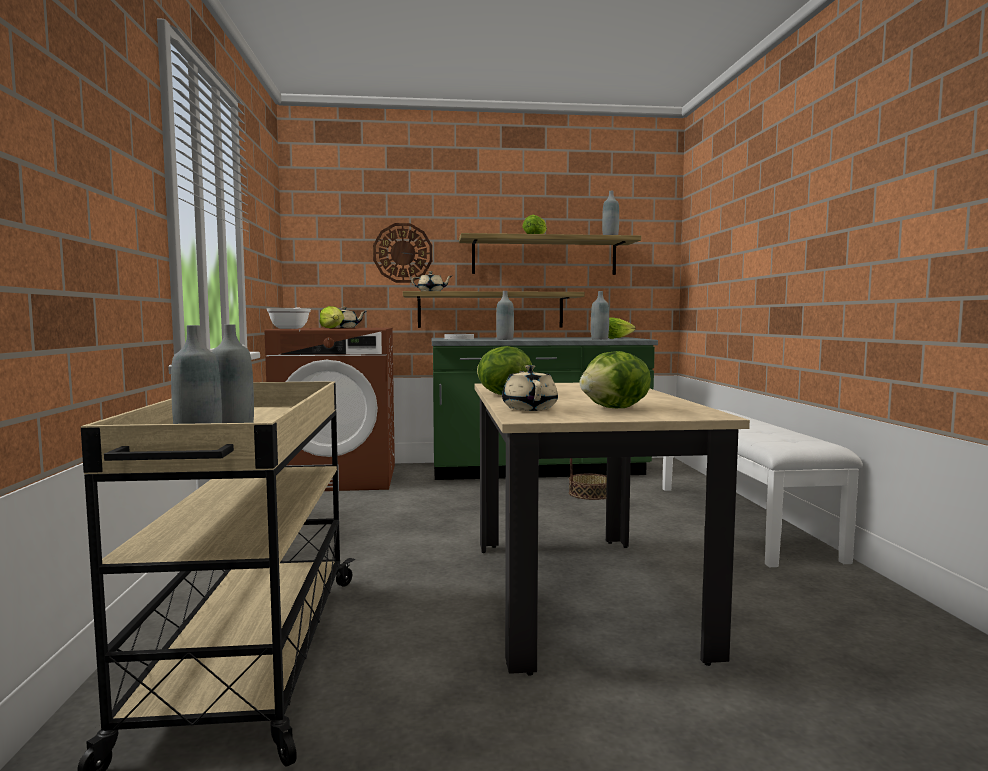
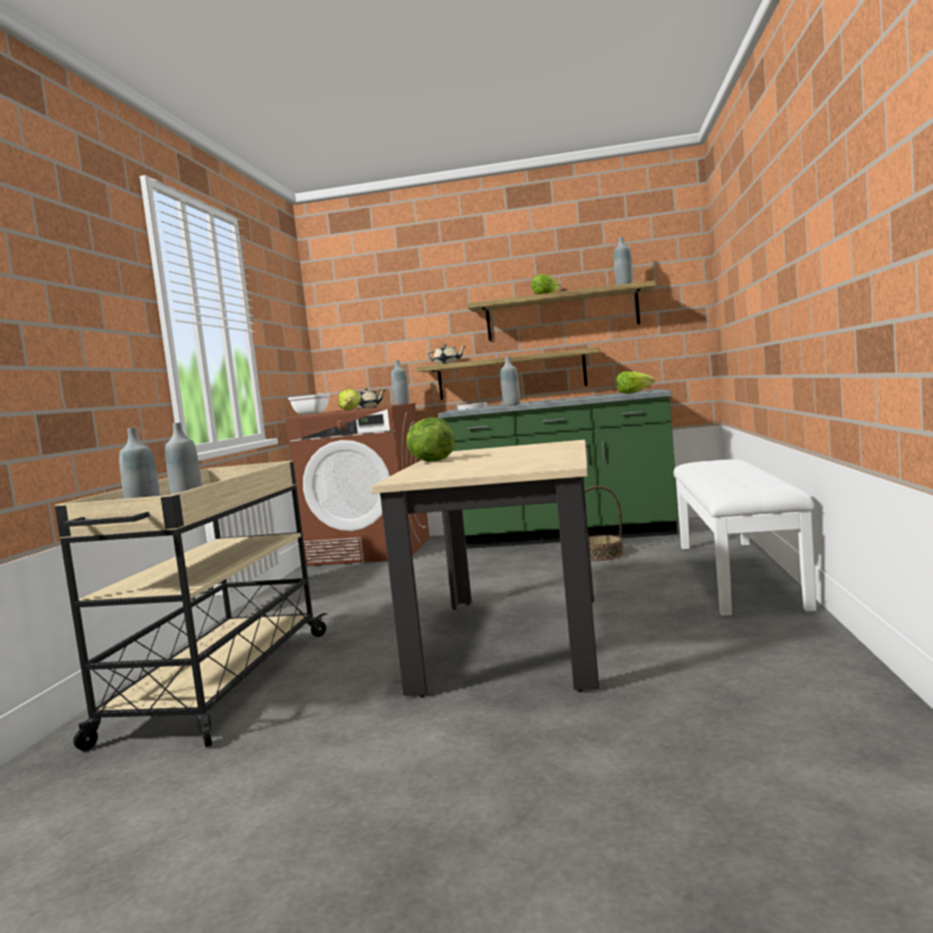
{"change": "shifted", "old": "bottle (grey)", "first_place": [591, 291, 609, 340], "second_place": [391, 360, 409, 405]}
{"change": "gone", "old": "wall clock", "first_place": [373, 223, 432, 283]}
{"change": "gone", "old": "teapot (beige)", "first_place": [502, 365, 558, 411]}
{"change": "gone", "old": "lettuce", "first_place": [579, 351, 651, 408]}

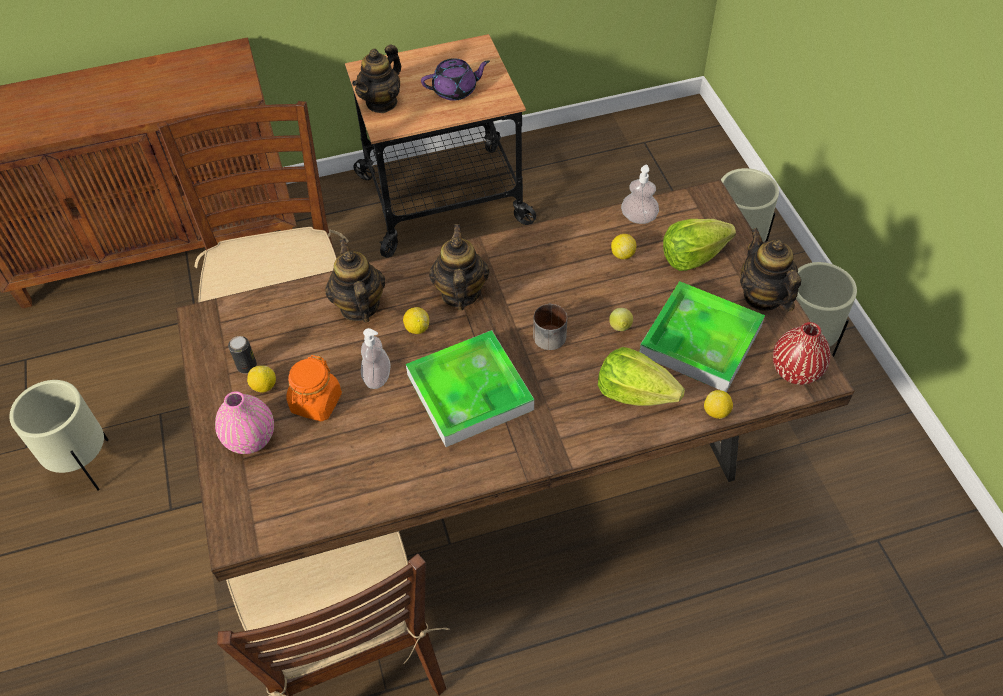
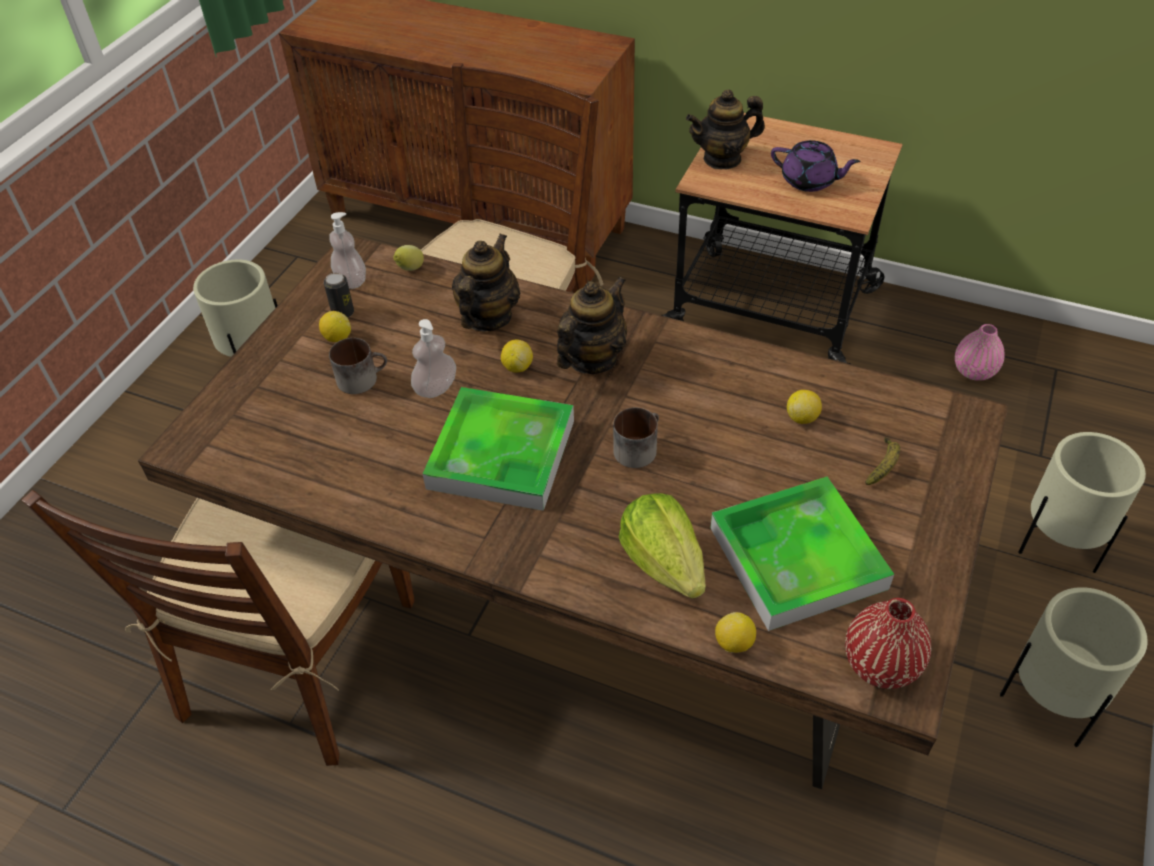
{"change": "shifted", "old": "soap dispenser", "first_place": [621, 165, 659, 224], "second_place": [329, 212, 366, 289]}
{"change": "swapped", "old": "jar (orange)", "new": "mug", "first_place": [286, 355, 342, 421], "second_place": [329, 338, 387, 394]}
{"change": "shifted", "old": "lemon", "first_place": [609, 308, 633, 331], "second_place": [393, 245, 424, 271]}
{"change": "swapped", "old": "lettuce", "new": "banana", "first_place": [663, 219, 736, 271], "second_place": [865, 437, 900, 485]}
{"change": "shifted", "old": "vase (pink)", "first_place": [215, 391, 274, 454], "second_place": [955, 324, 1005, 381]}
{"change": "gone", "old": "teapot", "first_place": [740, 228, 801, 311]}

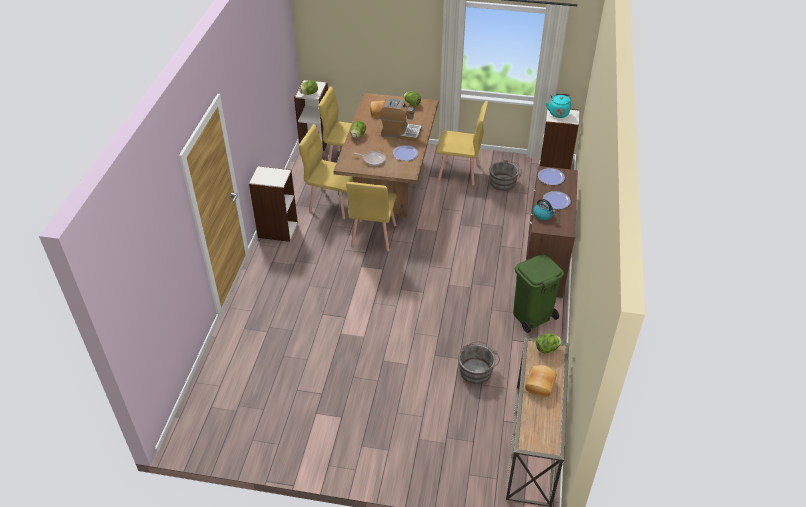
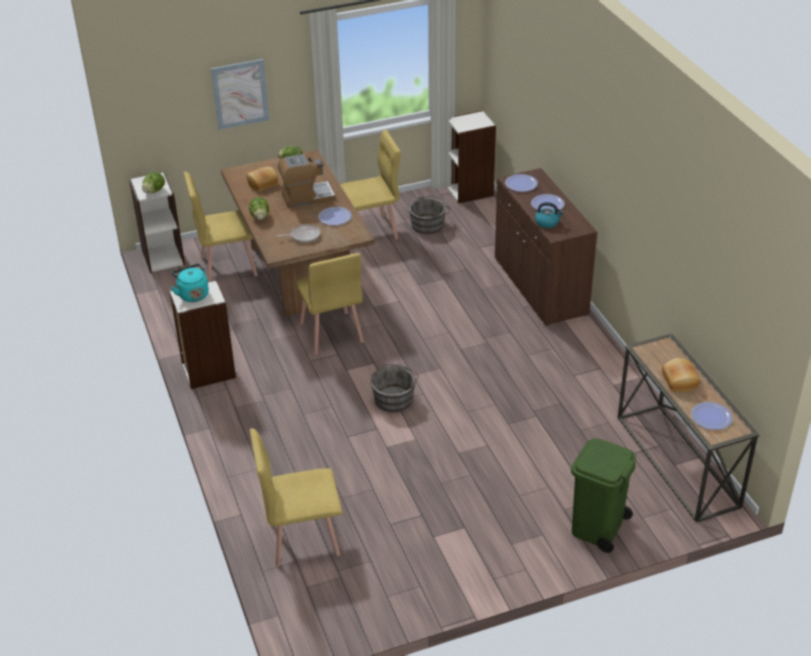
{"change": "shifted", "old": "kettle (turquoise)", "first_place": [546, 94, 571, 118], "second_place": [171, 264, 209, 302]}
{"change": "new", "new": "picture", "second_place": [211, 59, 269, 130]}
{"change": "shifted", "old": "chair (yellow)", "first_place": [298, 124, 353, 219], "second_place": [250, 428, 343, 567]}
{"change": "shifted", "old": "bucket (grey)", "first_place": [458, 342, 500, 384], "second_place": [371, 364, 418, 412]}
{"change": "shifted", "old": "trash can (green)", "first_place": [513, 255, 564, 333], "second_place": [571, 438, 636, 553]}
{"change": "new", "new": "plate", "second_place": [691, 402, 733, 430]}
{"change": "gone", "old": "lettuce", "first_place": [536, 333, 562, 353]}

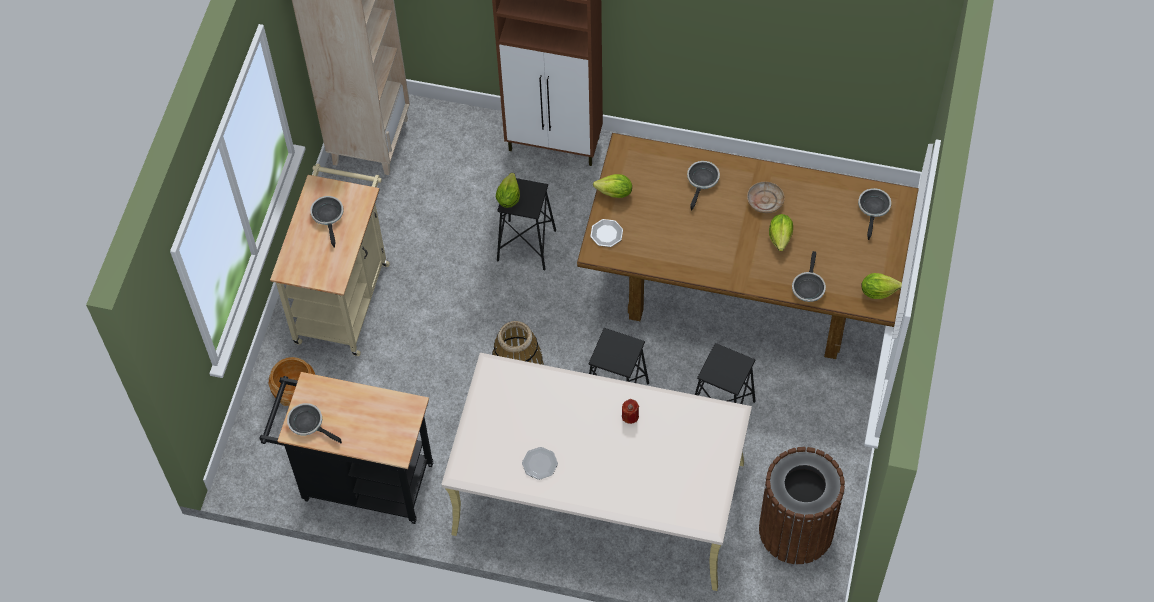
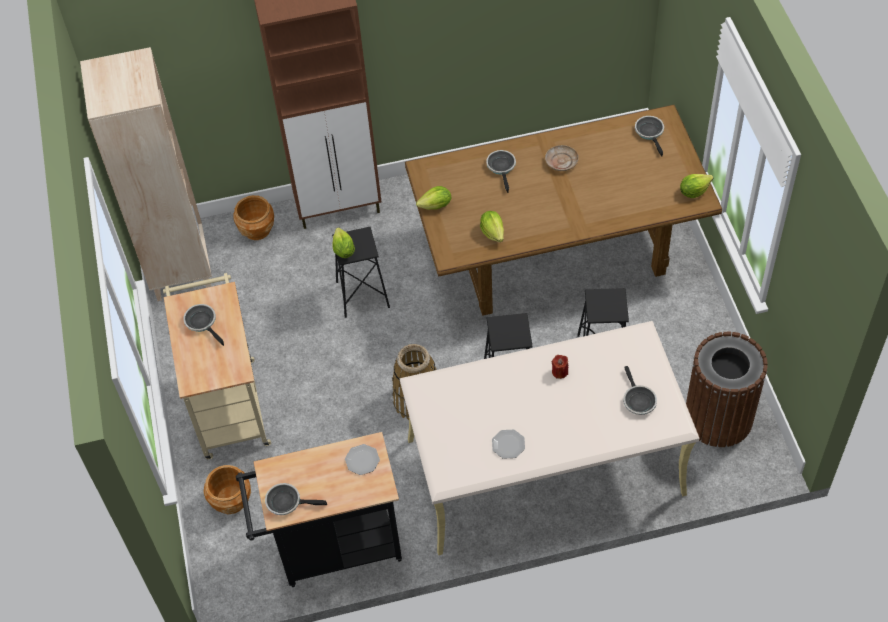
{"change": "new", "new": "planter (brown)", "second_place": [233, 195, 274, 240]}
{"change": "shifted", "old": "plate", "first_place": [590, 219, 623, 247], "second_place": [345, 444, 380, 475]}
{"change": "shifted", "old": "lettuce", "first_place": [769, 214, 793, 251], "second_place": [480, 211, 504, 242]}
{"change": "shifted", "old": "frying pan", "first_place": [792, 251, 826, 302], "second_place": [623, 366, 657, 415]}

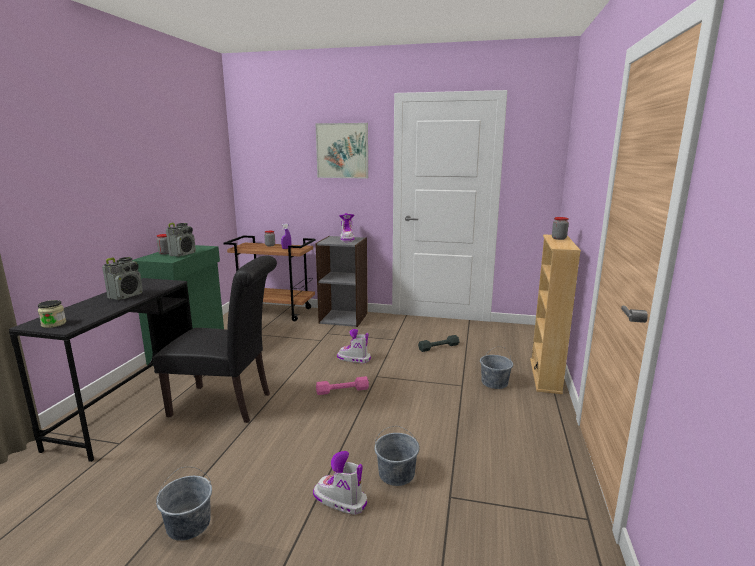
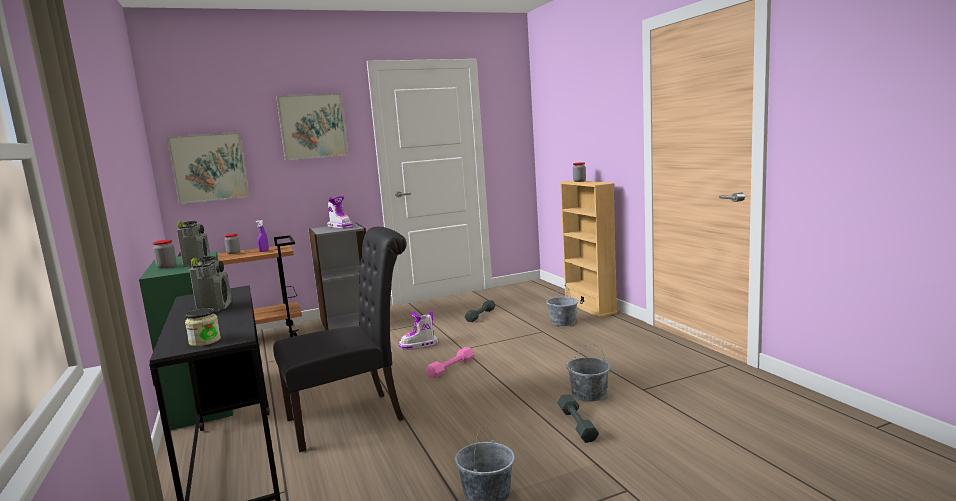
{"change": "new", "new": "picture", "second_place": [167, 132, 250, 204]}
{"change": "swapped", "old": "boot", "new": "dumbbell (grey)", "first_place": [313, 451, 367, 515], "second_place": [558, 394, 599, 443]}

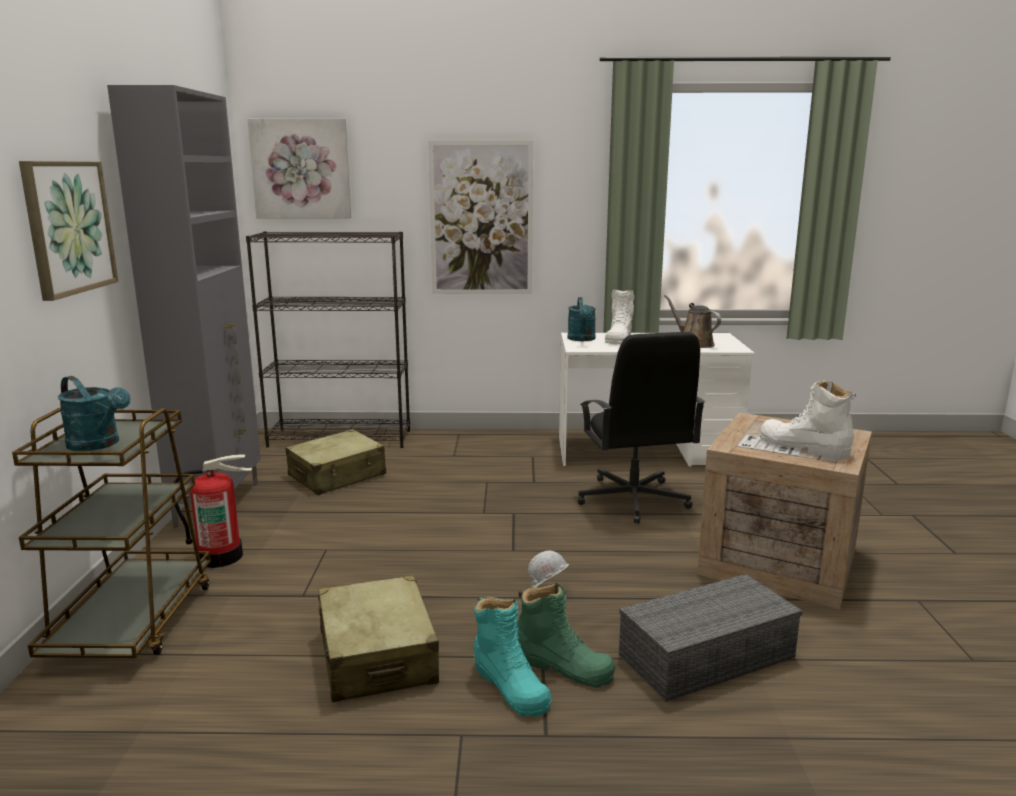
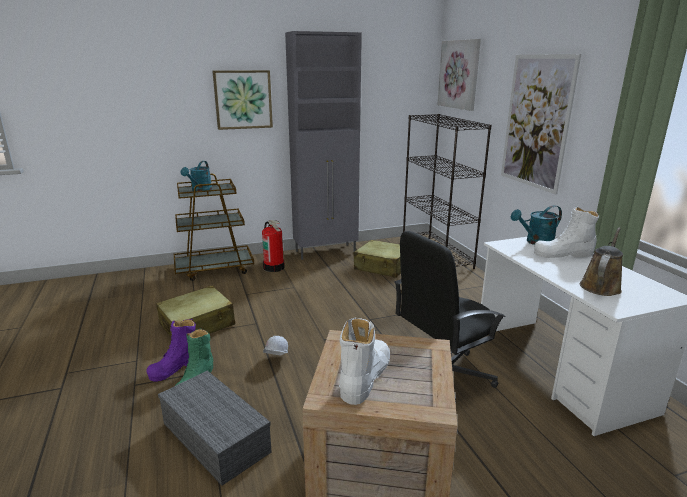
{"change": "repainted", "old": "boot (turquoise)", "new": "boot (purple)", "first_place": [474, 597, 552, 717], "second_place": [147, 319, 196, 382]}

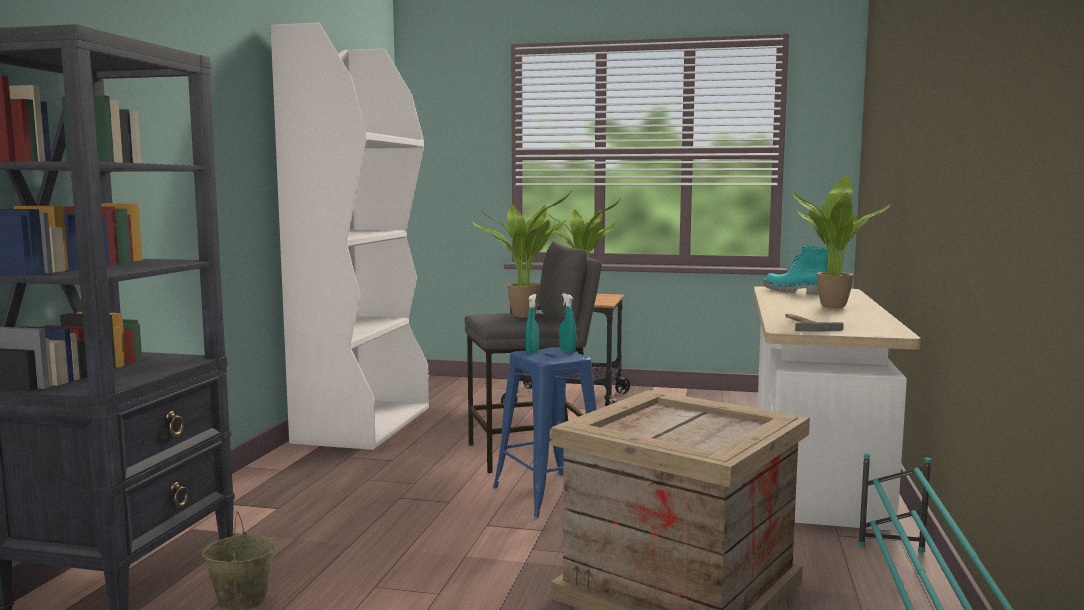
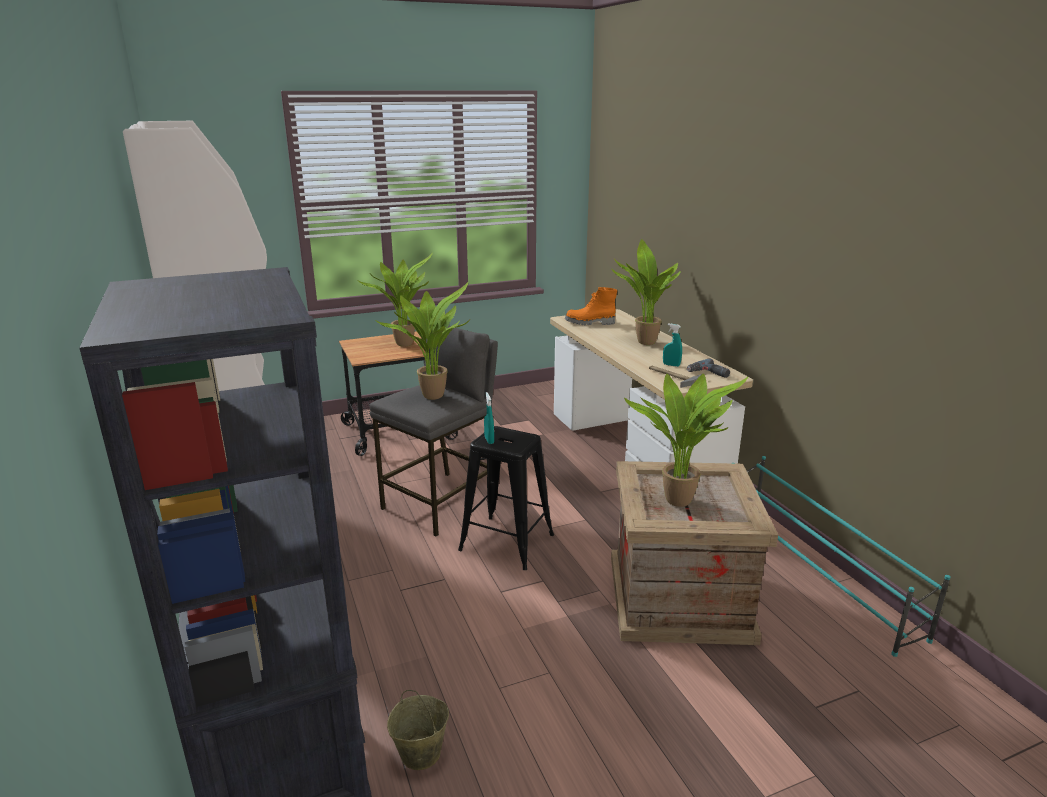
{"change": "repainted", "old": "stool (blue)", "new": "stool (black)", "first_place": [493, 347, 597, 518], "second_place": [458, 426, 554, 570]}
{"change": "repainted", "old": "boot (turquoise)", "new": "boot (orange)", "first_place": [763, 245, 828, 295], "second_place": [565, 287, 617, 325]}
{"change": "new", "new": "potted plant", "second_place": [624, 374, 748, 507]}
{"change": "shifted", "old": "spray bottle (turquoise)", "first_place": [559, 294, 576, 353], "second_place": [663, 323, 682, 367]}
{"change": "new", "new": "power drill", "second_place": [687, 358, 730, 378]}

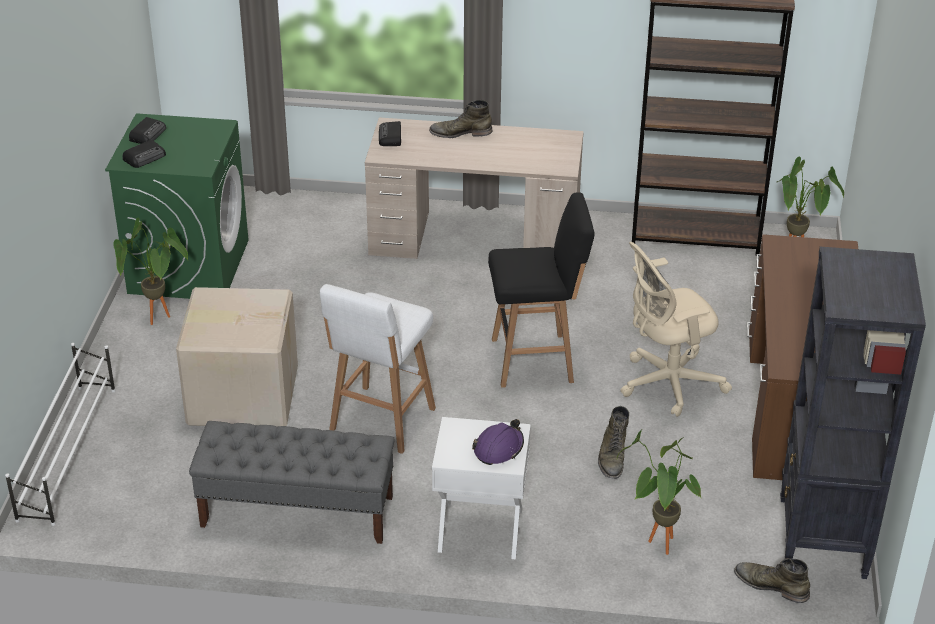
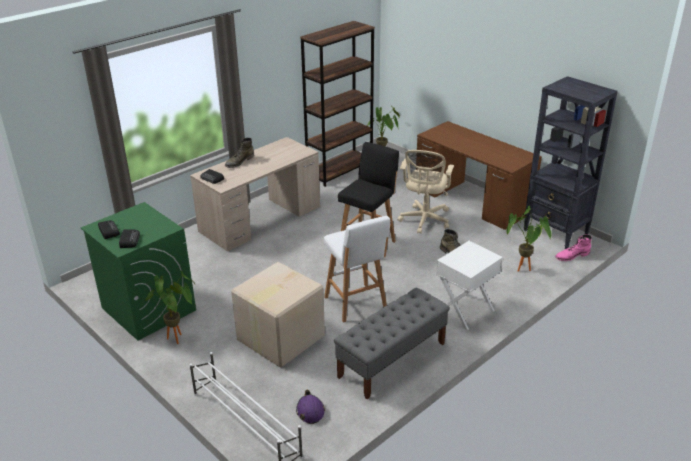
{"change": "shifted", "old": "hard hat (purple)", "first_place": [472, 419, 524, 465], "second_place": [296, 390, 325, 424]}
{"change": "repainted", "old": "boot (green)", "new": "boot (pink)", "first_place": [734, 558, 810, 603], "second_place": [555, 234, 592, 261]}

